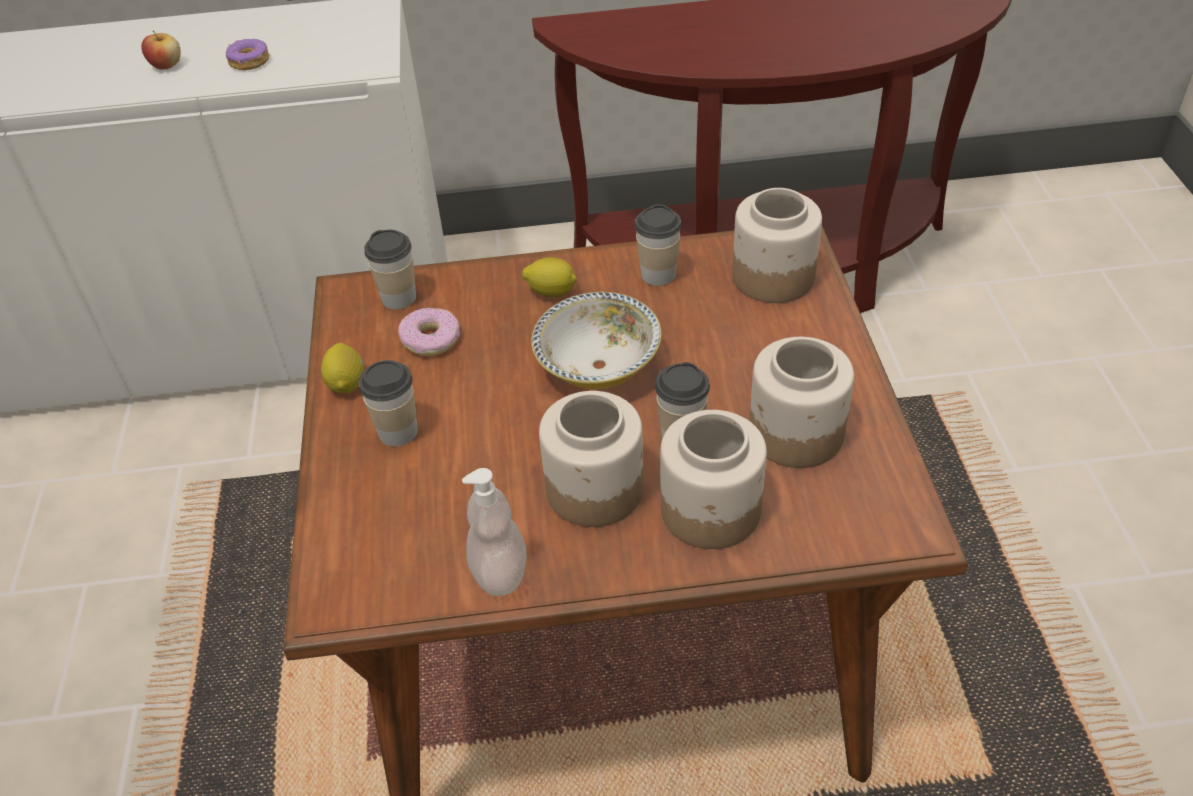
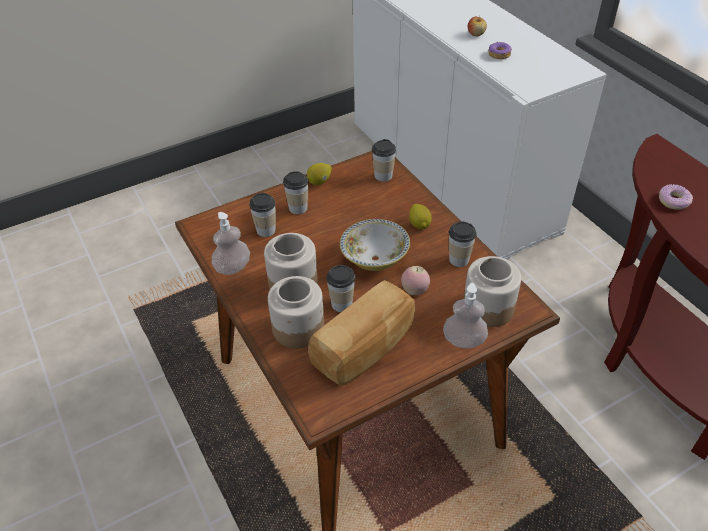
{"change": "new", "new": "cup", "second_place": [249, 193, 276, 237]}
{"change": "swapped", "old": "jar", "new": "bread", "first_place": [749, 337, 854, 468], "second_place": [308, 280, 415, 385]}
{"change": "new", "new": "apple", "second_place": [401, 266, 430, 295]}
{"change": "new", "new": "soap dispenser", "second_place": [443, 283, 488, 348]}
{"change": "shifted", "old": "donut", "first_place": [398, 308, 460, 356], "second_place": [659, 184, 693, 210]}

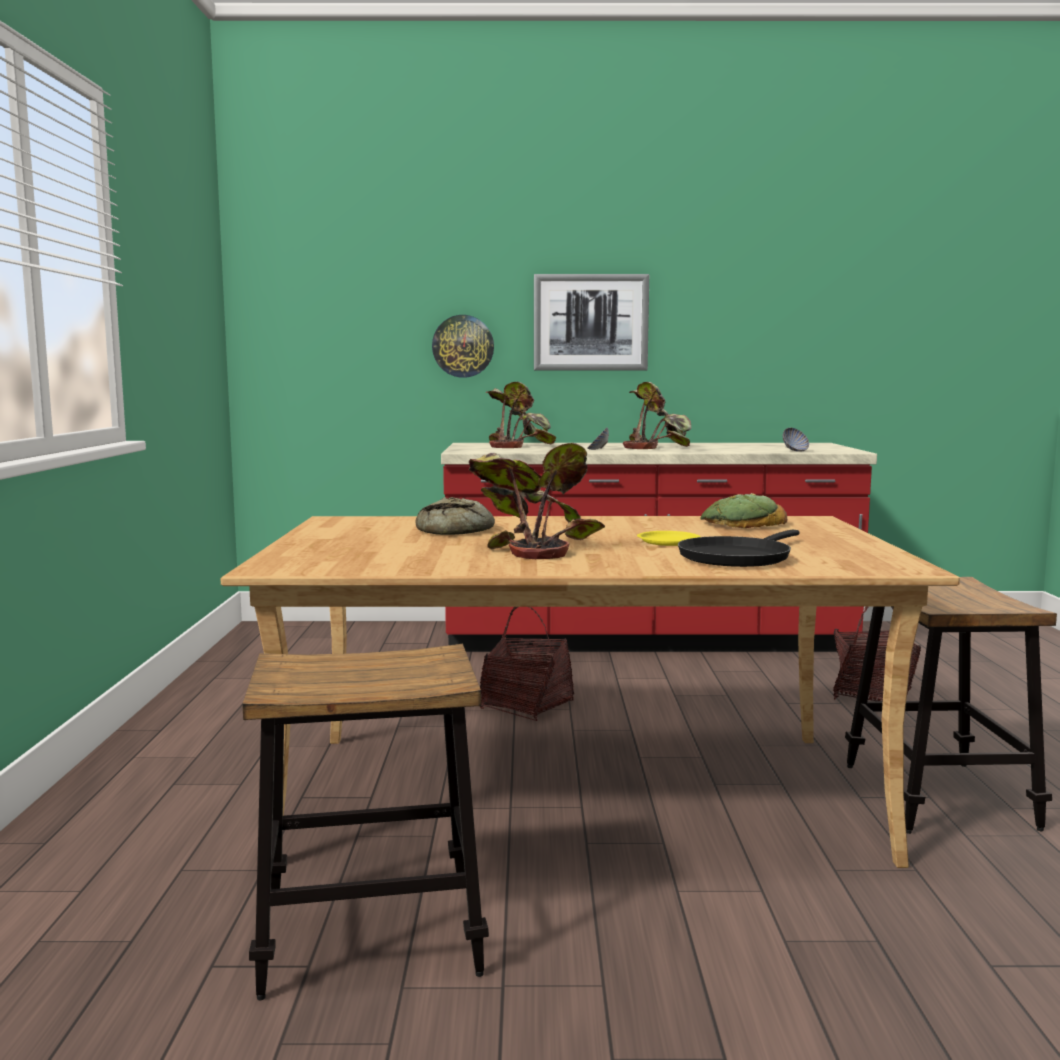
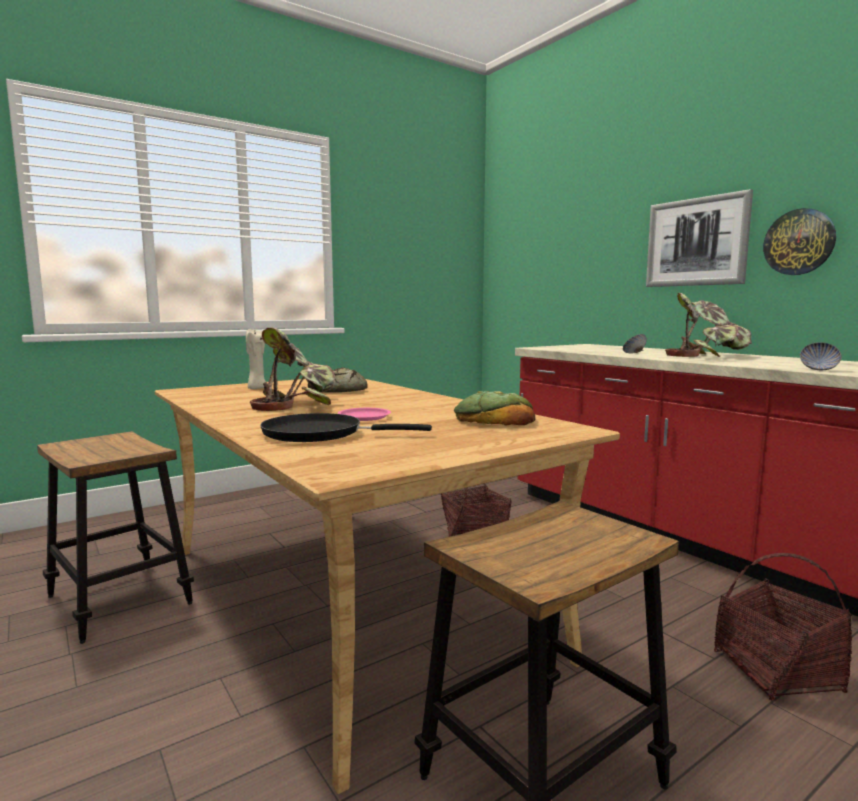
{"change": "new", "new": "candle (beige)", "second_place": [246, 329, 266, 389]}
{"change": "repainted", "old": "plate (yellow)", "new": "plate (pink)", "first_place": [637, 531, 701, 546], "second_place": [338, 408, 391, 421]}
{"change": "shifted", "old": "wall clock", "first_place": [432, 315, 494, 378], "second_place": [763, 208, 836, 275]}
{"change": "gone", "old": "potted plant", "first_place": [486, 382, 556, 448]}

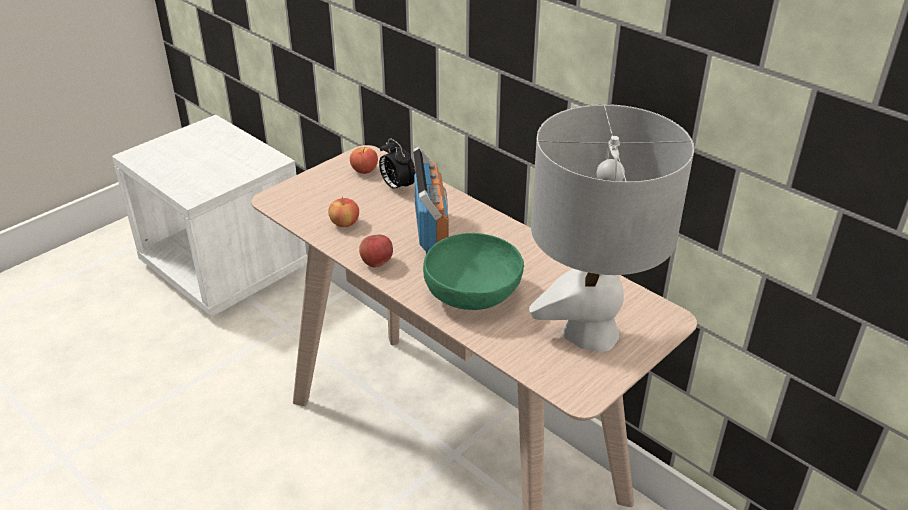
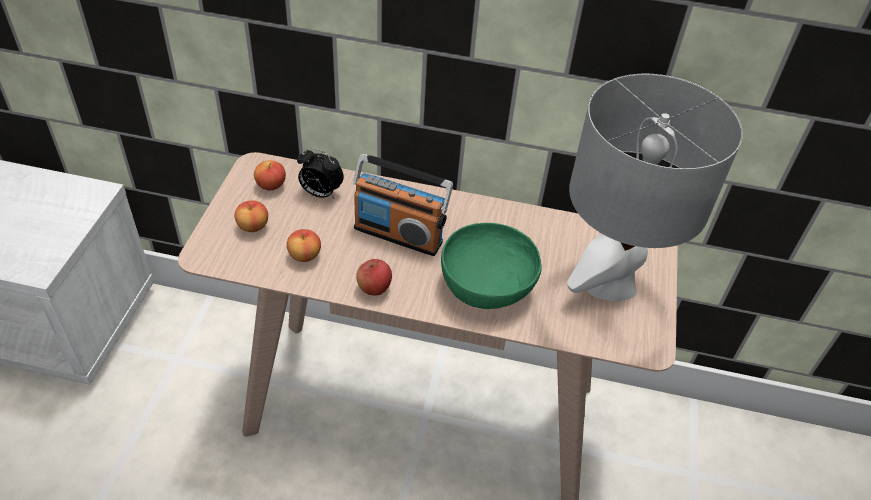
{"change": "new", "new": "apple", "second_place": [235, 200, 268, 232]}
{"change": "rotated", "old": "radio", "first_place": [413, 146, 449, 254], "second_place": [353, 154, 453, 256], "degrees": 150}

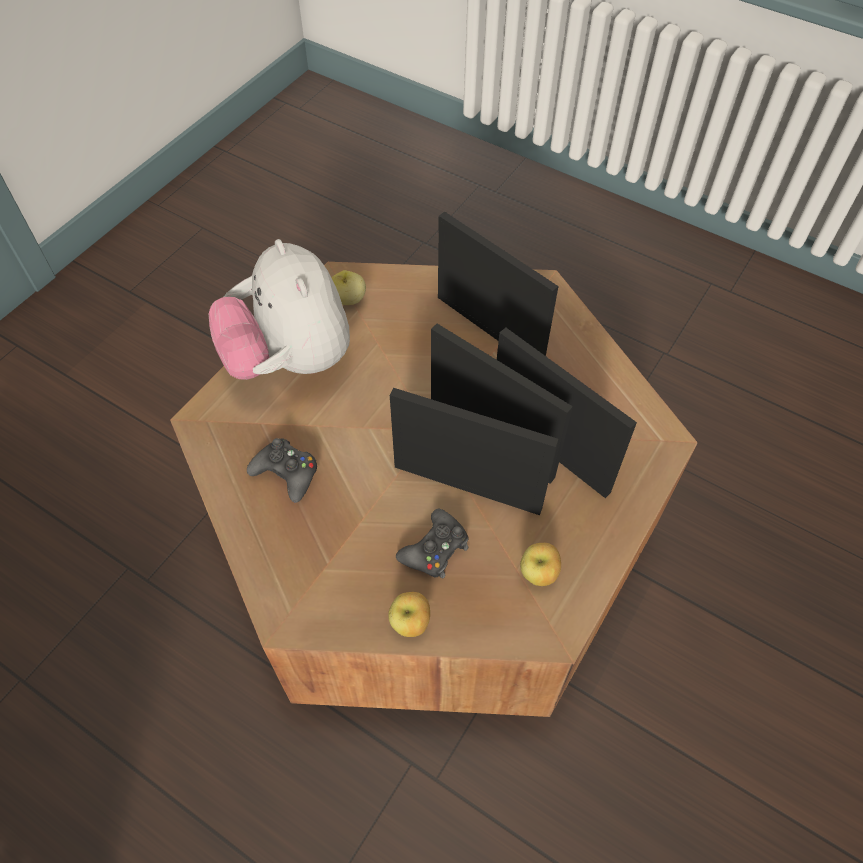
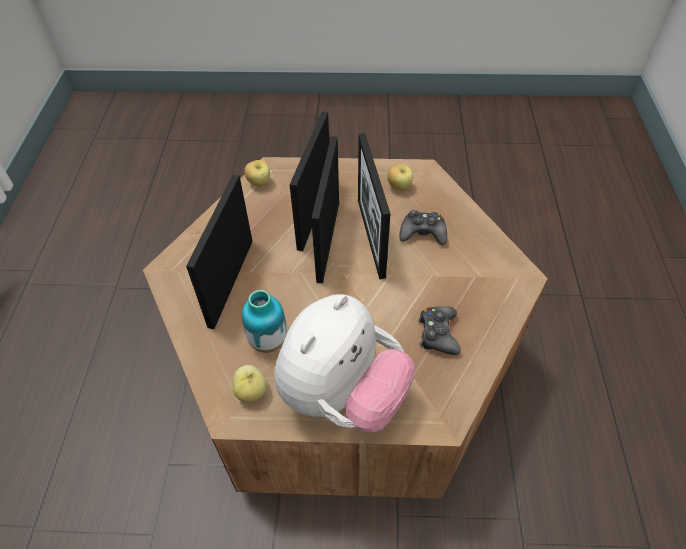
{"change": "new", "new": "vase", "second_place": [242, 290, 287, 353]}
{"change": "shifted", "old": "apple", "first_place": [388, 592, 430, 637], "second_place": [244, 160, 270, 186]}

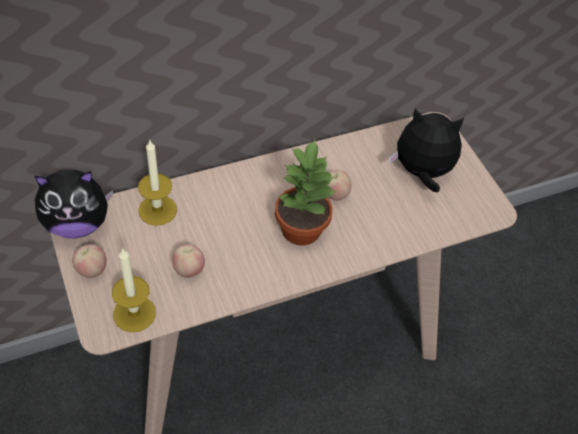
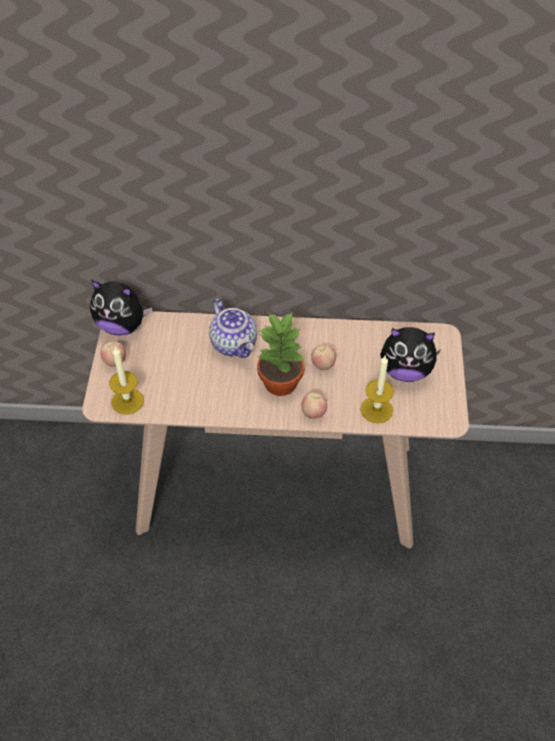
{"change": "new", "new": "teapot", "second_place": [209, 298, 257, 358]}
{"change": "shifted", "old": "apple", "first_place": [172, 244, 205, 278], "second_place": [301, 392, 327, 419]}
{"change": "shifted", "old": "candle", "first_place": [138, 140, 177, 226], "second_place": [360, 356, 394, 423]}
{"change": "rotated", "old": "plush toy", "first_place": [389, 108, 464, 192], "second_place": [380, 327, 441, 382], "degrees": 150}

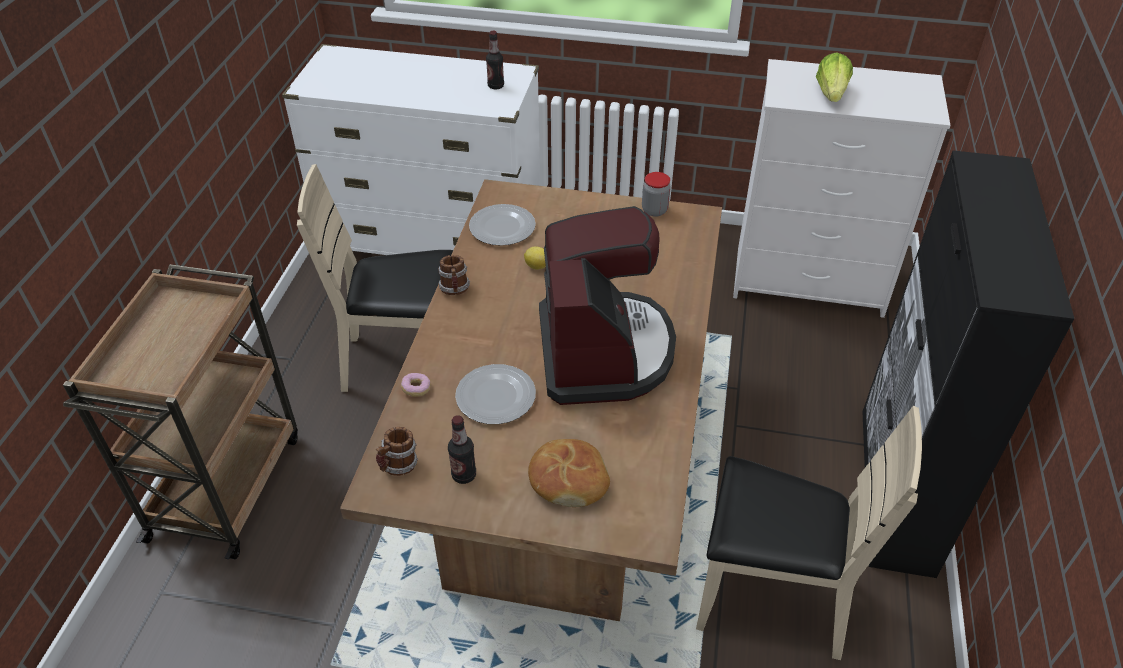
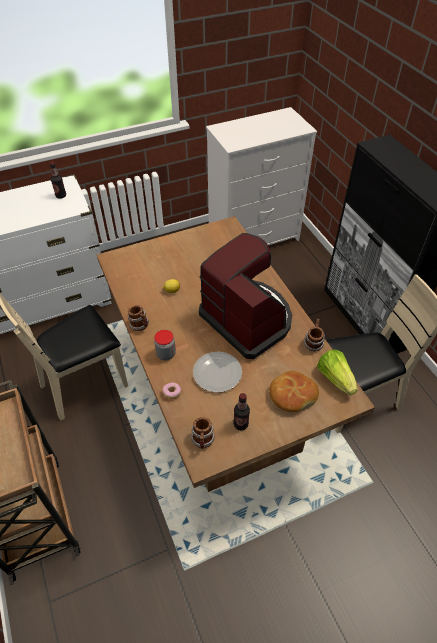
{"change": "shifted", "old": "jar", "first_place": [642, 172, 671, 217], "second_place": [154, 330, 176, 360]}
{"change": "new", "new": "mug", "second_place": [303, 318, 325, 351]}
{"change": "shifted", "old": "lettuce", "first_place": [816, 52, 853, 102], "second_place": [317, 350, 358, 395]}
{"change": "gone", "old": "plate", "first_place": [469, 204, 536, 246]}

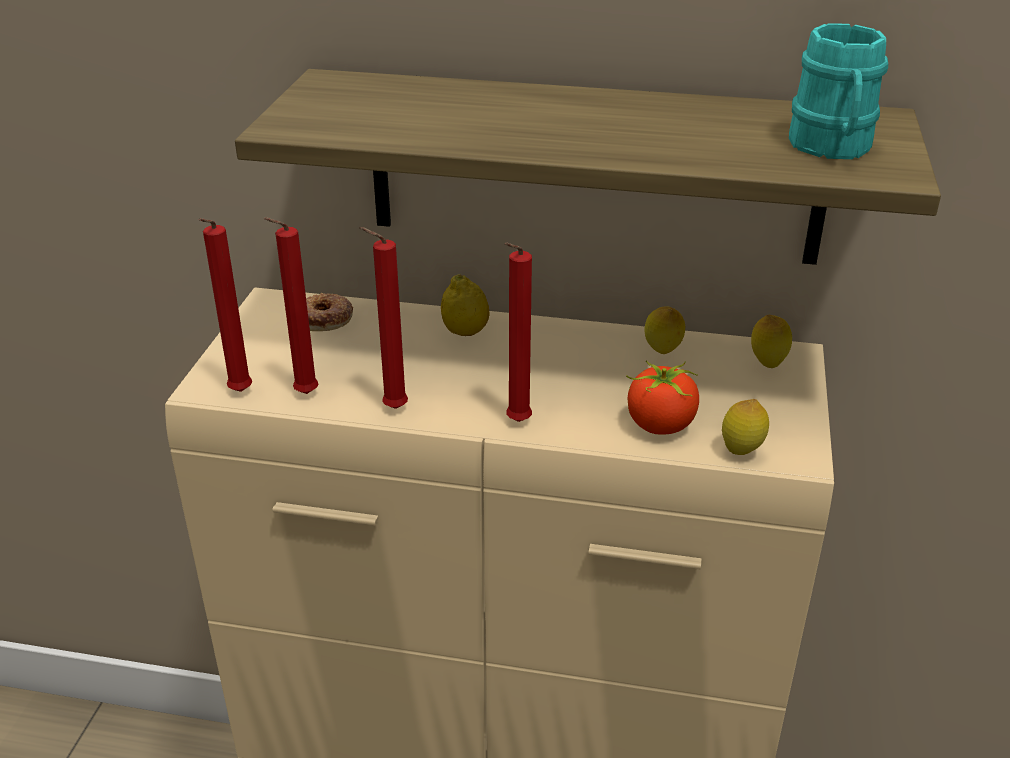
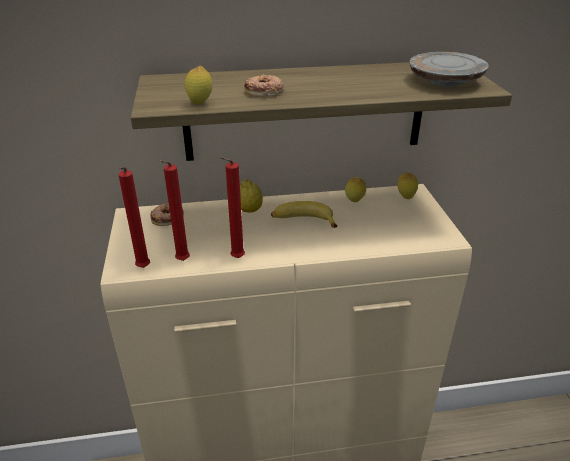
{"change": "shifted", "old": "lemon", "first_place": [722, 399, 769, 455], "second_place": [185, 66, 212, 104]}
{"change": "new", "new": "donut", "second_place": [244, 75, 284, 96]}
{"change": "new", "new": "banana", "second_place": [271, 201, 337, 228]}
{"change": "swapped", "old": "mug (turquoise)", "new": "plate (grey)", "first_place": [789, 23, 888, 159], "second_place": [409, 52, 489, 86]}
{"change": "gone", "old": "candle (red)", "first_place": [505, 243, 532, 422]}
{"change": "gone", "old": "tomato", "first_place": [626, 361, 699, 434]}

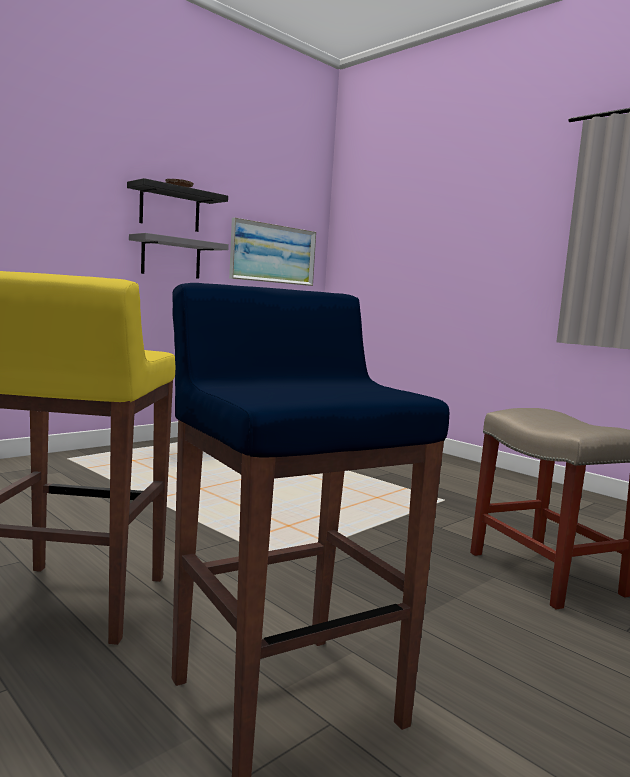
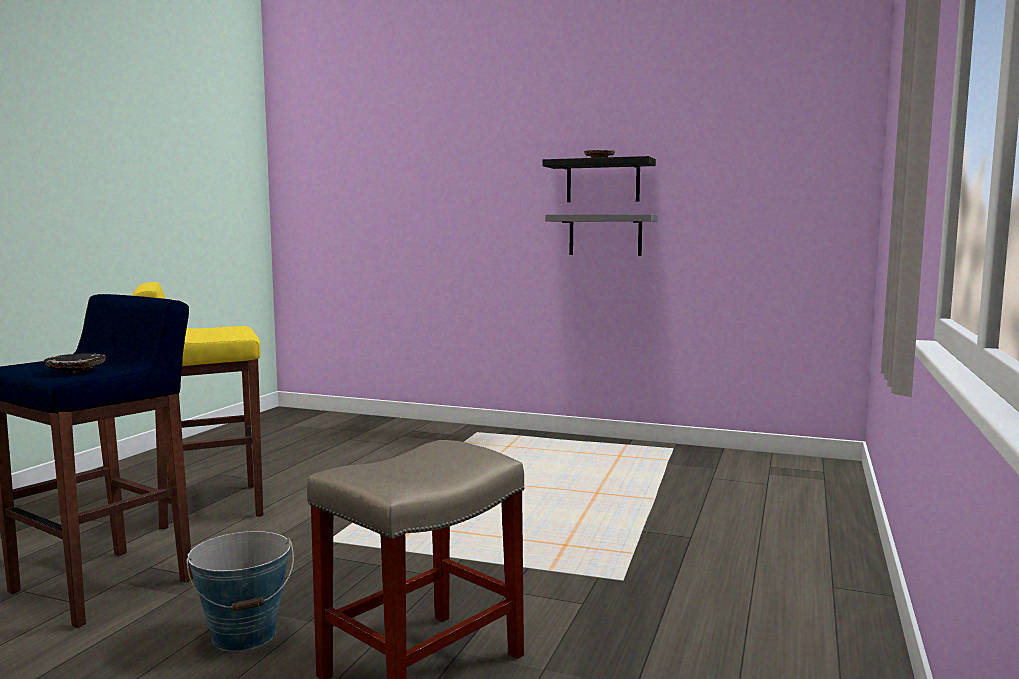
{"change": "new", "new": "plate (black)", "second_place": [44, 353, 106, 373]}
{"change": "new", "new": "bucket", "second_place": [186, 531, 294, 652]}
{"change": "gone", "old": "picture", "first_place": [229, 218, 316, 286]}

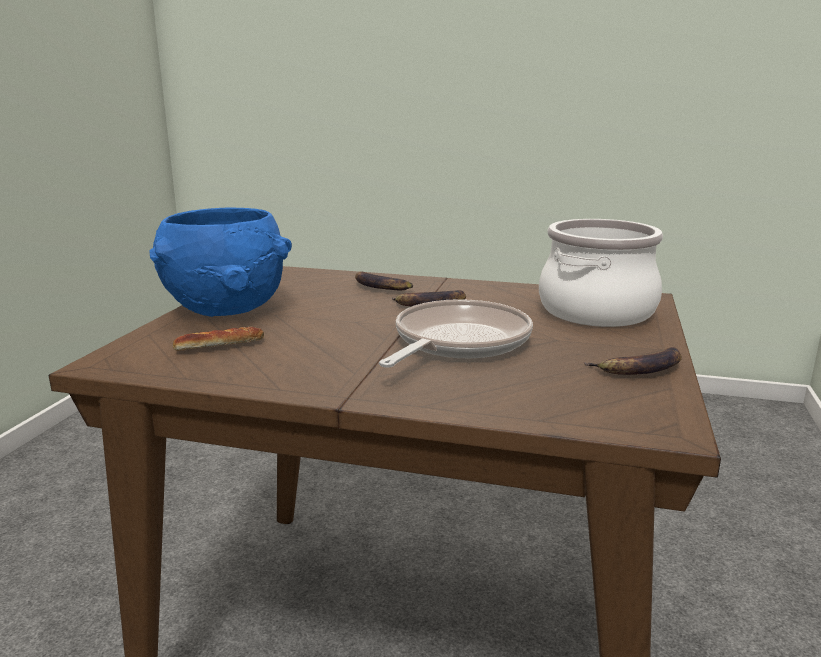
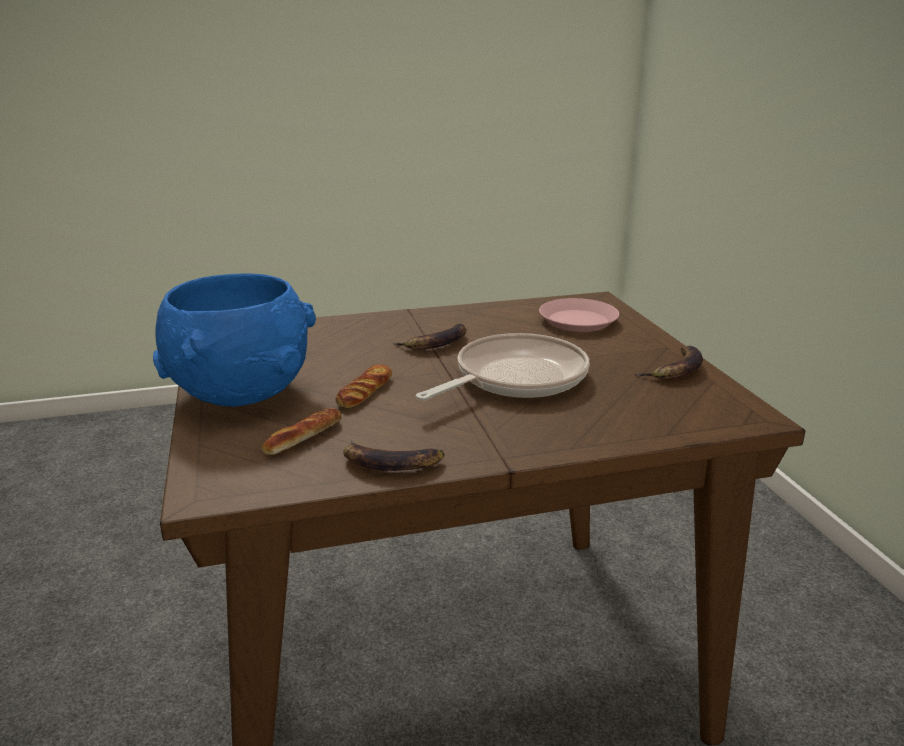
{"change": "new", "new": "bread", "second_place": [336, 365, 392, 408]}
{"change": "shifted", "old": "banana", "first_place": [355, 272, 413, 290], "second_place": [343, 441, 444, 471]}
{"change": "rotated", "old": "frying pan", "first_place": [379, 299, 533, 367], "second_place": [416, 333, 590, 401], "degrees": 45}
{"change": "swapped", "old": "cooking pot", "new": "plate (pink)", "first_place": [539, 219, 663, 327], "second_place": [539, 298, 619, 332]}

